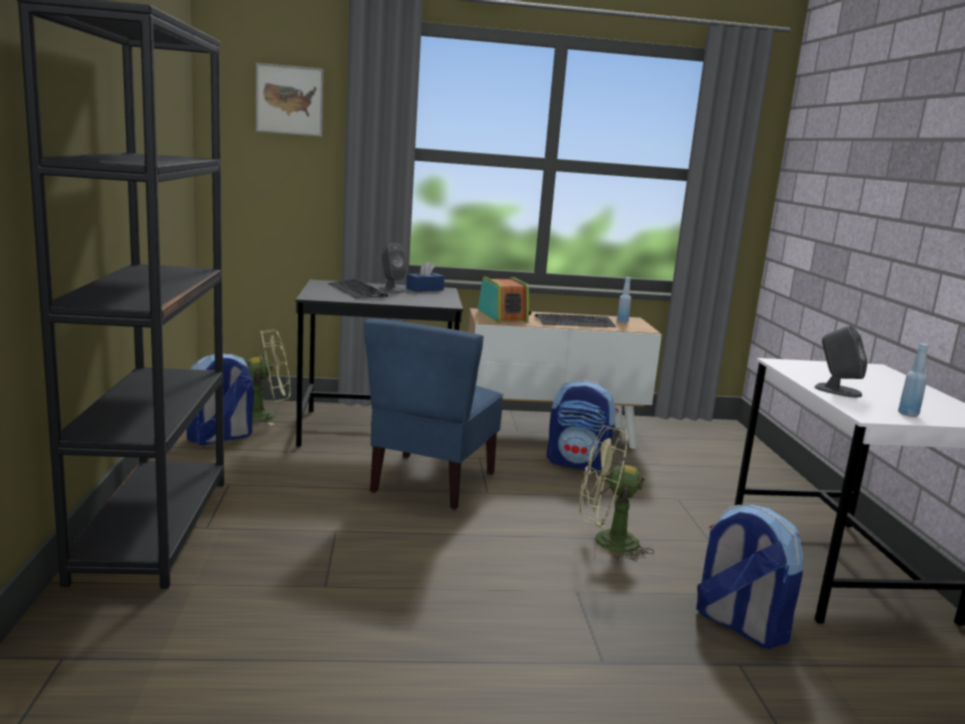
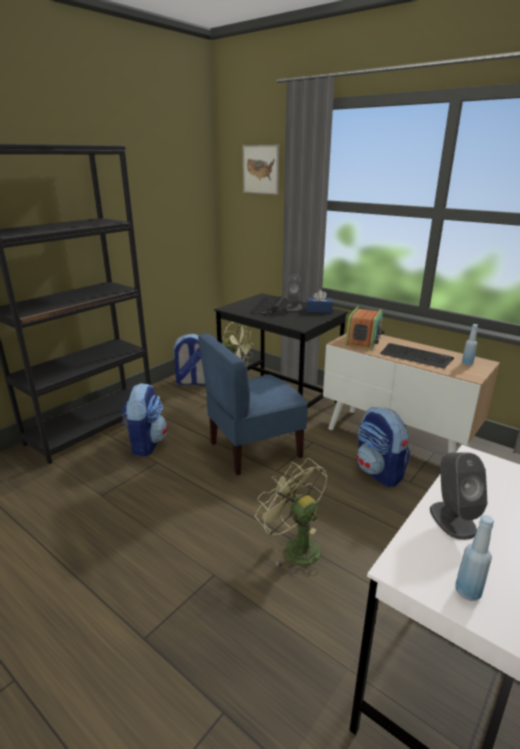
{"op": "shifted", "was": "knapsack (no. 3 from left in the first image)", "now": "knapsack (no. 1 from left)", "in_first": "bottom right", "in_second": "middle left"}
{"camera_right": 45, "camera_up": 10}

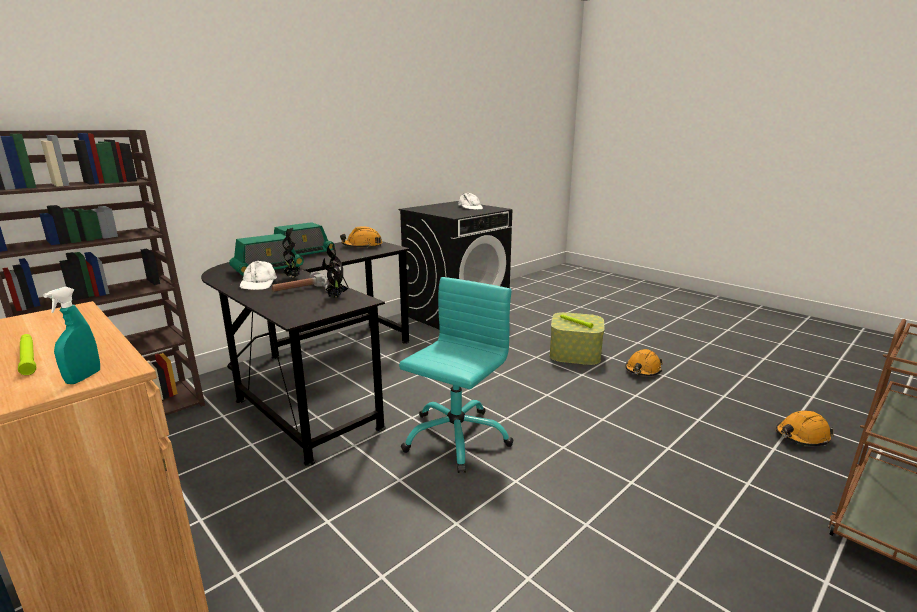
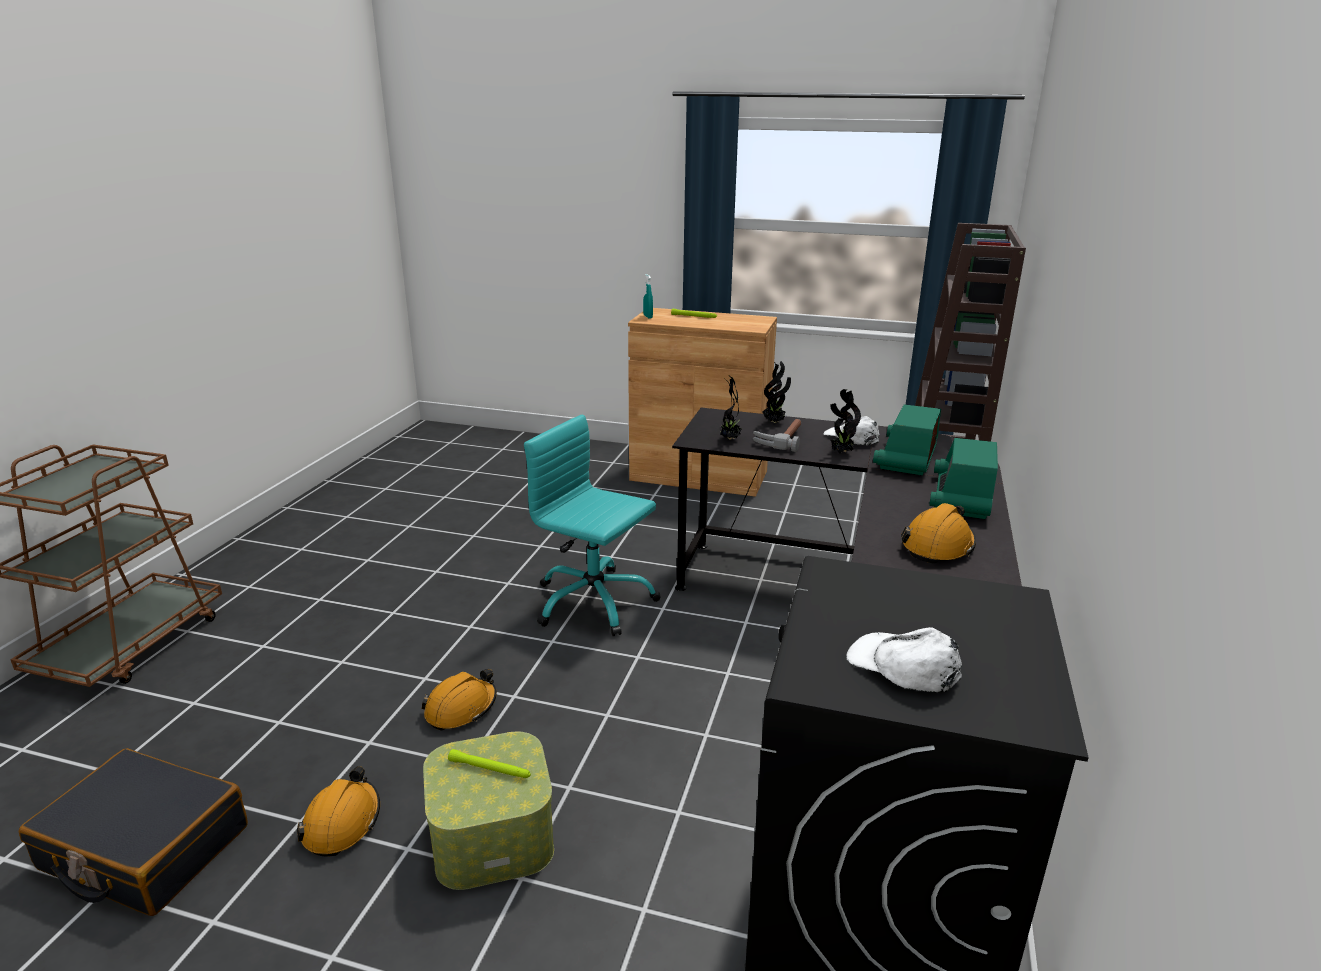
{"op": "new", "now": "blackish piece of luggage", "in_second": "bottom left"}
{"op": "shifted", "was": "orange-coloured work helmet (no. 3 from left in the first image)", "now": "orange-coloured work helmet (no. 2 from left)", "in_first": "bottom right", "in_second": "bottom centre"}
{"op": "rotated", "was": "turquoise-coloured office chair", "in_first": "centre", "in_second": "centre", "clockwise": 120}
{"op": "new", "now": "plant in a pot (no. 2 from left)", "in_second": "centre"}
{"camera_right": 150, "camera_up": 5}

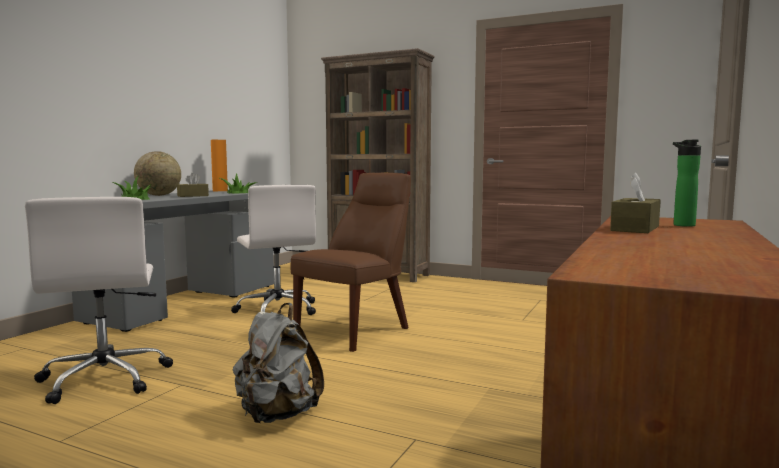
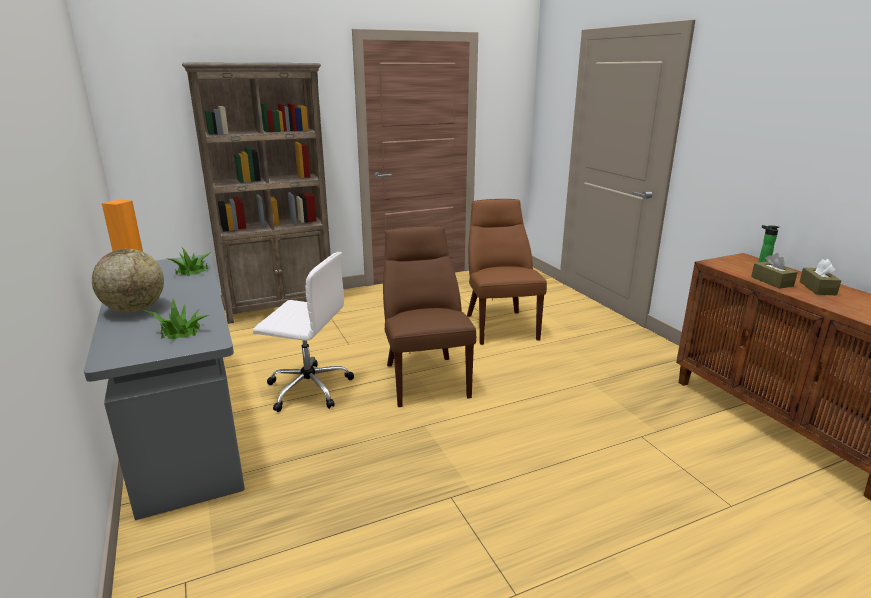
{"op": "new", "now": "brownish upright chair (no. 2 from left)", "in_second": "centre"}
{"op": "shifted", "was": "brownish tissue holder (no. 1 from left in the first image)", "now": "brownish tissue holder (no. 2 from left)", "in_first": "middle left", "in_second": "middle right"}
{"op": "gone", "was": "white-coloured office chair (no. 1 from left)", "in_first": "middle left"}
{"op": "gone", "was": "gray knapsack", "in_first": "bottom centre"}
{"camera_right": -50, "camera_up": 15}

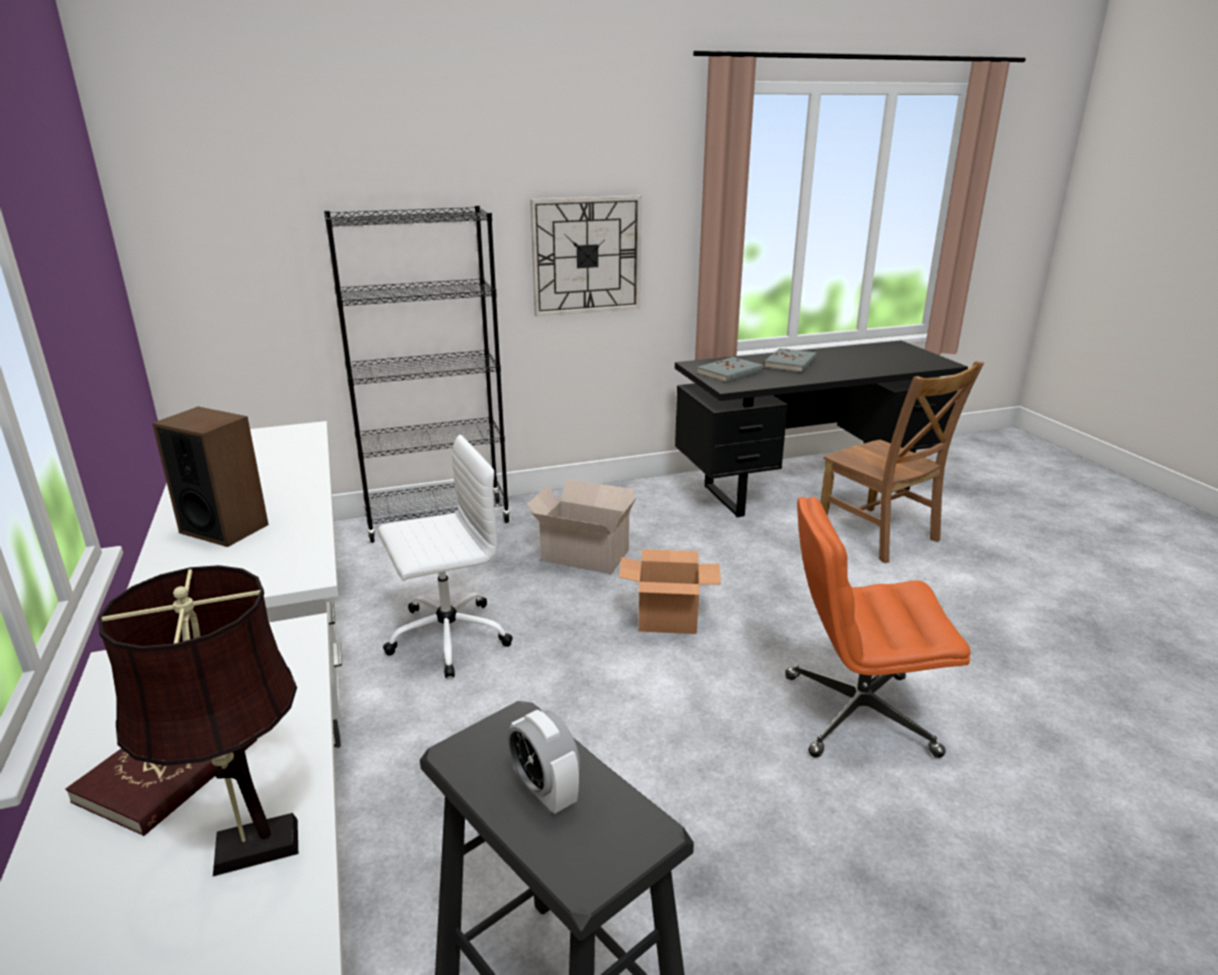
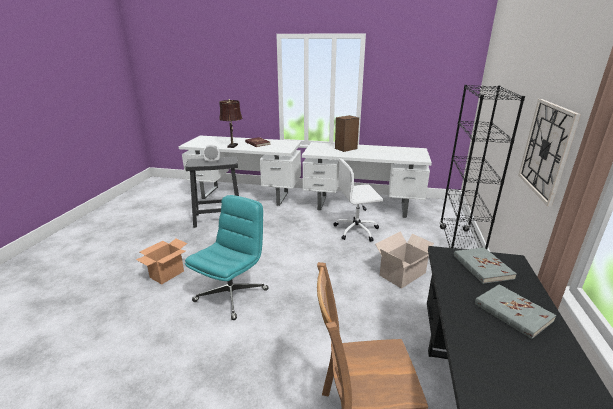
{"op": "shifted", "was": "packing box (no. 2 from left in the first image)", "now": "packing box (no. 1 from left)", "in_first": "centre", "in_second": "middle left"}
{"op": "repainted", "was": "orange-coloured office chair", "now": "turquoise-coloured office chair", "in_first": "middle right", "in_second": "centre"}
{"op": "rotated", "was": "white-coloured office chair", "in_first": "centre", "in_second": "centre", "clockwise": 75}
{"camera_right": 120, "camera_up": 0}

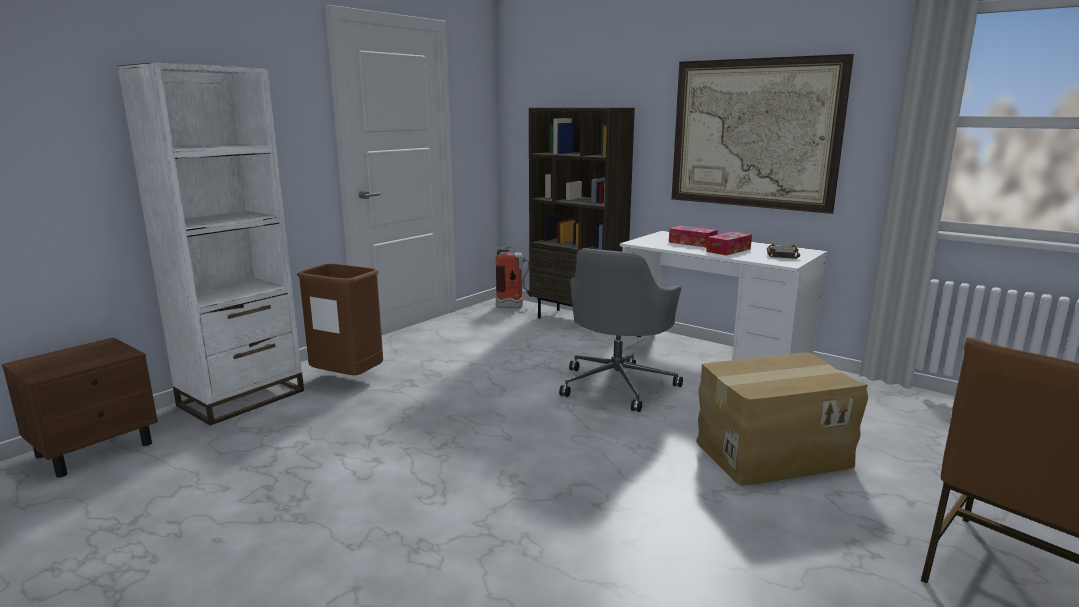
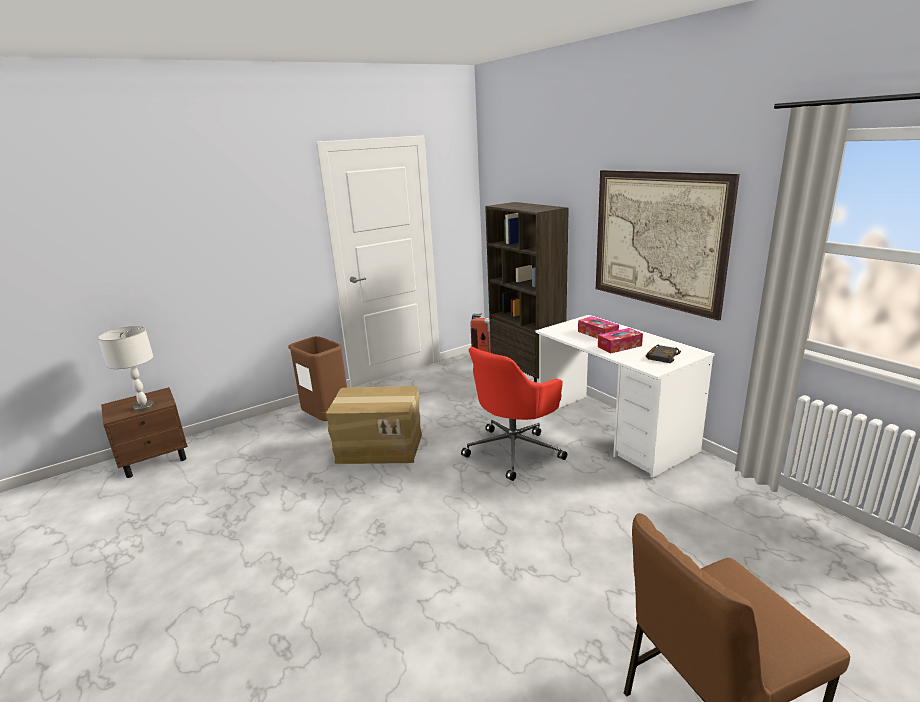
{"op": "new", "now": "gray lamp for a table", "in_second": "middle left"}
{"op": "shifted", "was": "packing box", "in_first": "bottom right", "in_second": "centre"}
{"op": "repainted", "was": "gray office chair", "now": "reddish office chair", "in_first": "centre", "in_second": "centre"}
{"op": "gone", "was": "white-coloured shelving unit", "in_first": "middle left"}
{"camera_right": 20, "camera_up": 5}

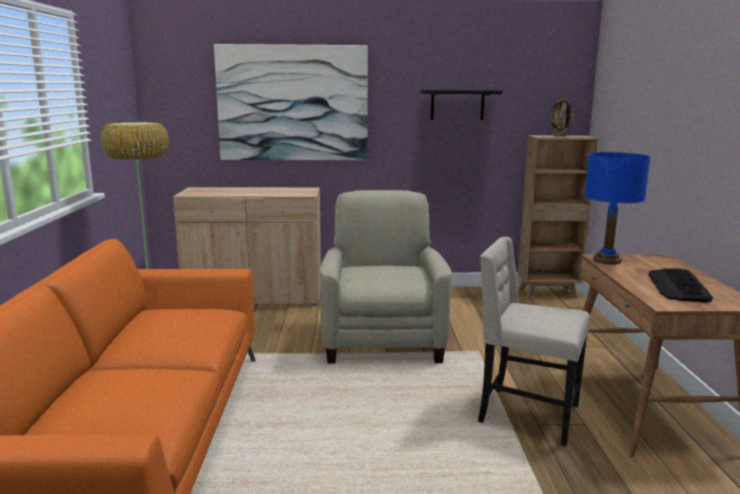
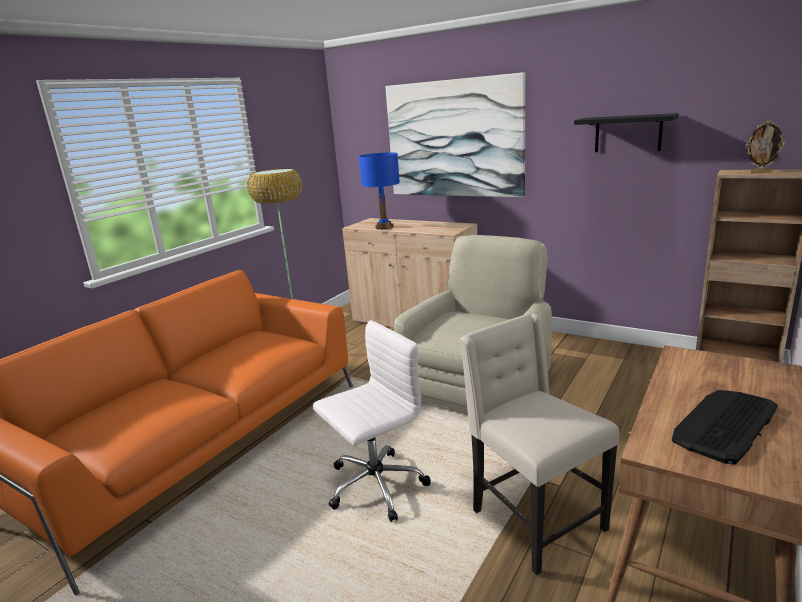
{"op": "new", "now": "white-coloured office chair", "in_second": "bottom centre"}
{"op": "shifted", "was": "blue lamp for a table", "in_first": "middle right", "in_second": "top centre"}
{"camera_right": 35, "camera_up": 5}

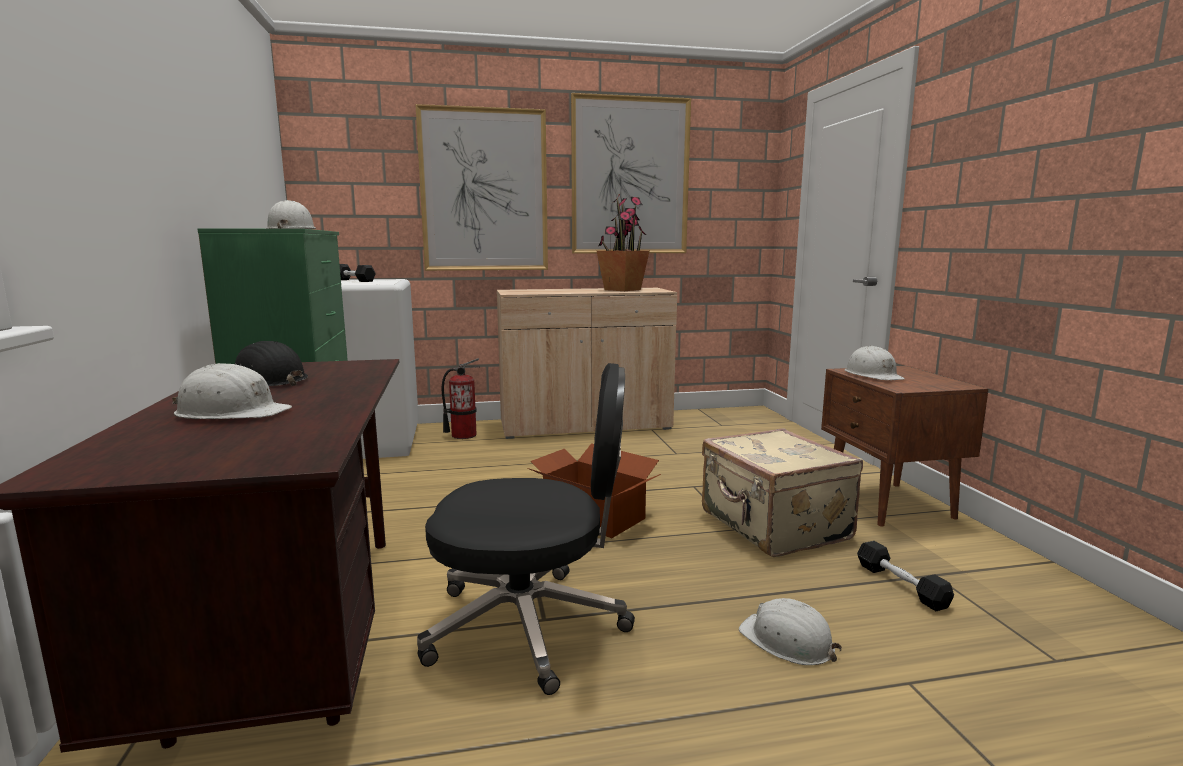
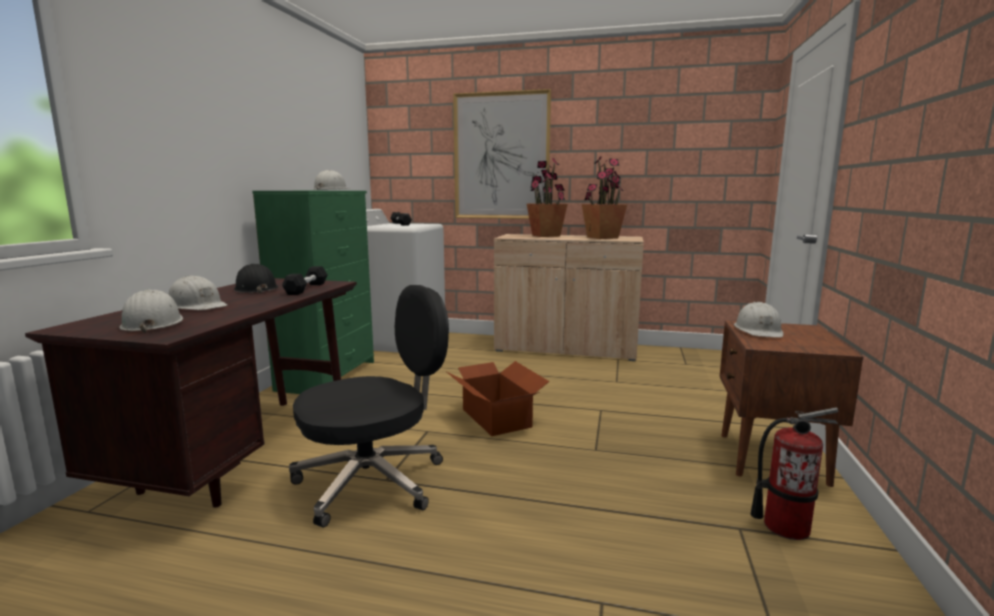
{"op": "shifted", "was": "white-coloured work helmet (no. 3 from left in the first image)", "now": "white-coloured work helmet (no. 1 from left)", "in_first": "bottom right", "in_second": "middle left"}
{"op": "shifted", "was": "blackish dumbbell (no. 2 from left in the first image)", "now": "blackish dumbbell (no. 1 from left)", "in_first": "bottom right", "in_second": "middle left"}
{"op": "rotated", "was": "blackish office chair", "in_first": "bottom centre", "in_second": "centre", "clockwise": -60}
{"op": "new", "now": "plant in a pot (no. 1 from left)", "in_second": "top centre"}
{"op": "shifted", "was": "fire-fighting cylinder", "in_first": "centre", "in_second": "bottom right"}
{"op": "gone", "was": "wall art (no. 2 from left)", "in_first": "top centre"}
{"op": "gone", "was": "sand-coloured piece of luggage", "in_first": "centre"}
{"camera_right": 25, "camera_up": 0}

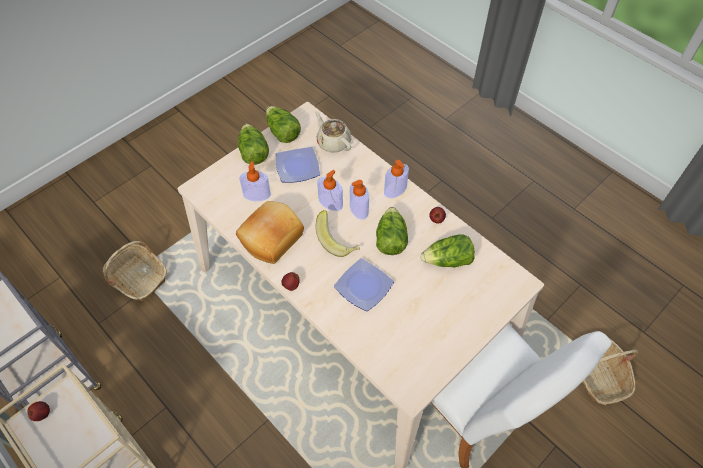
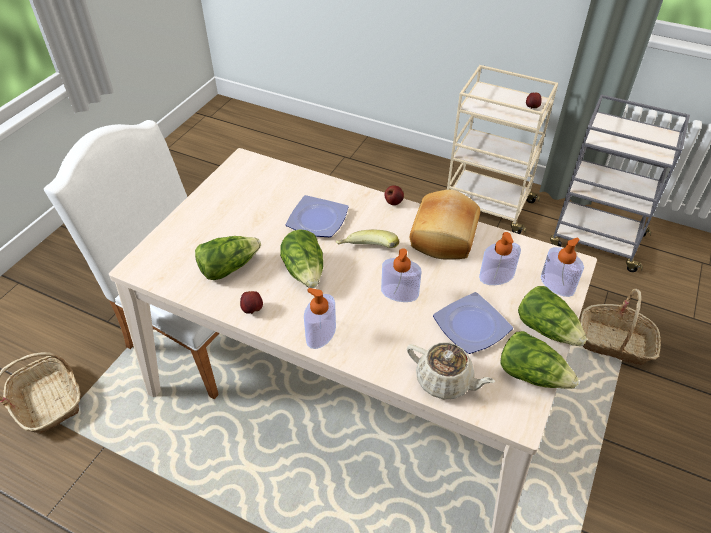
{"op": "shifted", "was": "liquid soap bottle (no. 3 from left in the first image)", "now": "liquid soap bottle (no. 4 from left)", "in_first": "centre", "in_second": "middle right"}
{"camera_right": 160, "camera_up": -10}

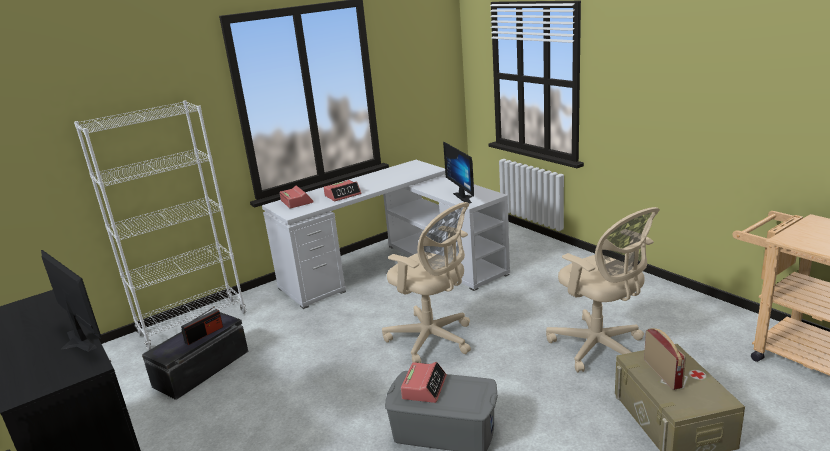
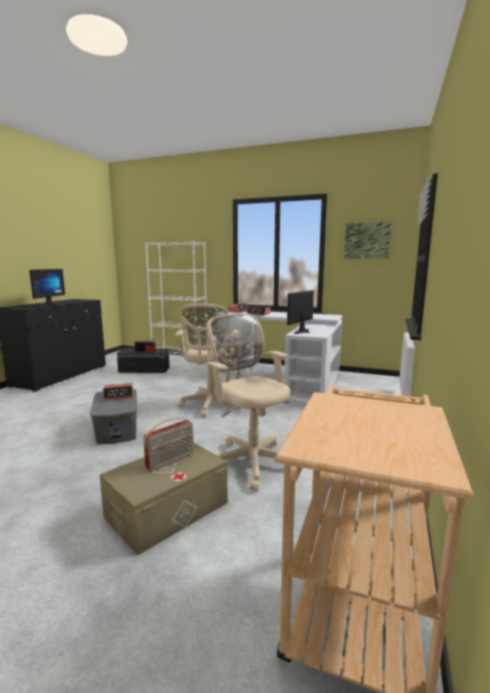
{"op": "rotated", "was": "sand-coloured office chair (no. 2 from left)", "in_first": "middle right", "in_second": "centre", "clockwise": 120}
{"op": "new", "now": "wall art", "in_second": "middle right"}
{"camera_right": 55, "camera_up": -10}

